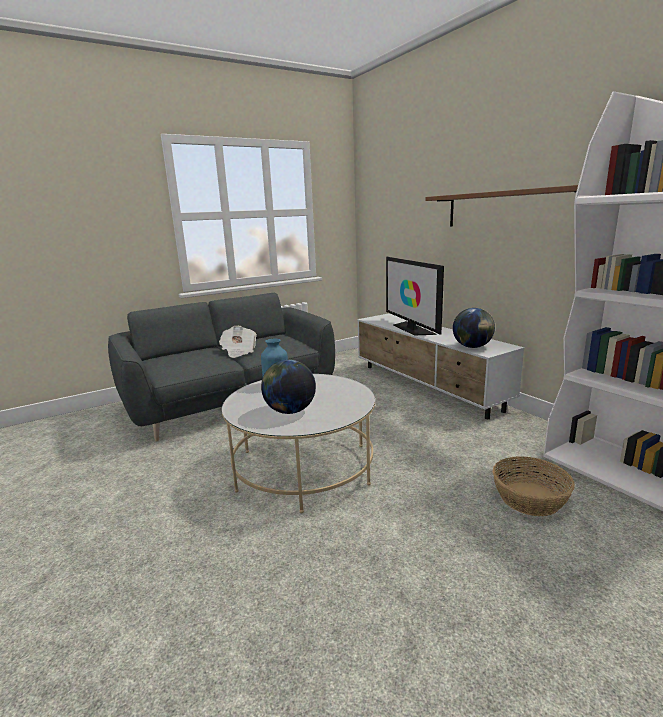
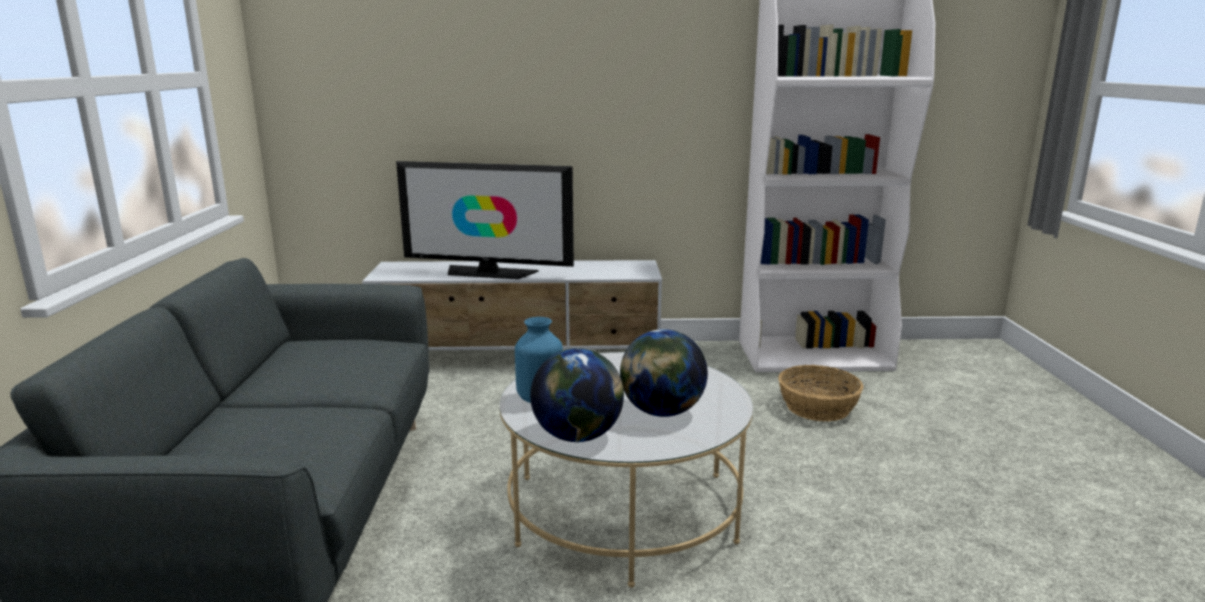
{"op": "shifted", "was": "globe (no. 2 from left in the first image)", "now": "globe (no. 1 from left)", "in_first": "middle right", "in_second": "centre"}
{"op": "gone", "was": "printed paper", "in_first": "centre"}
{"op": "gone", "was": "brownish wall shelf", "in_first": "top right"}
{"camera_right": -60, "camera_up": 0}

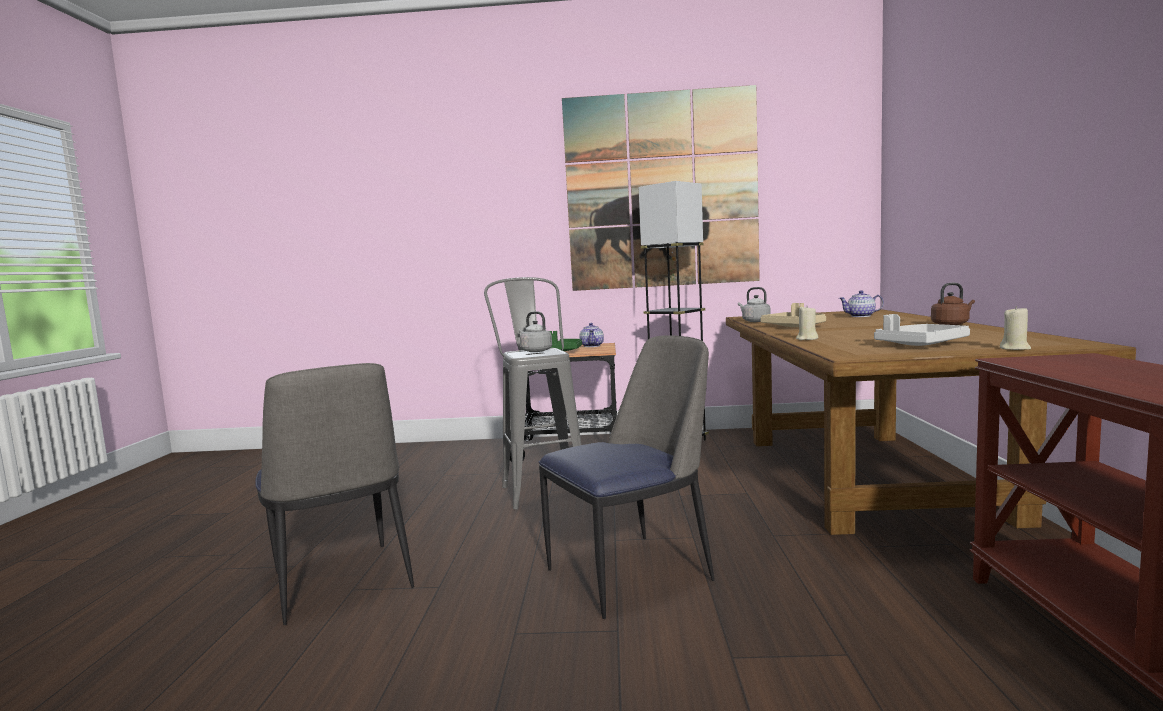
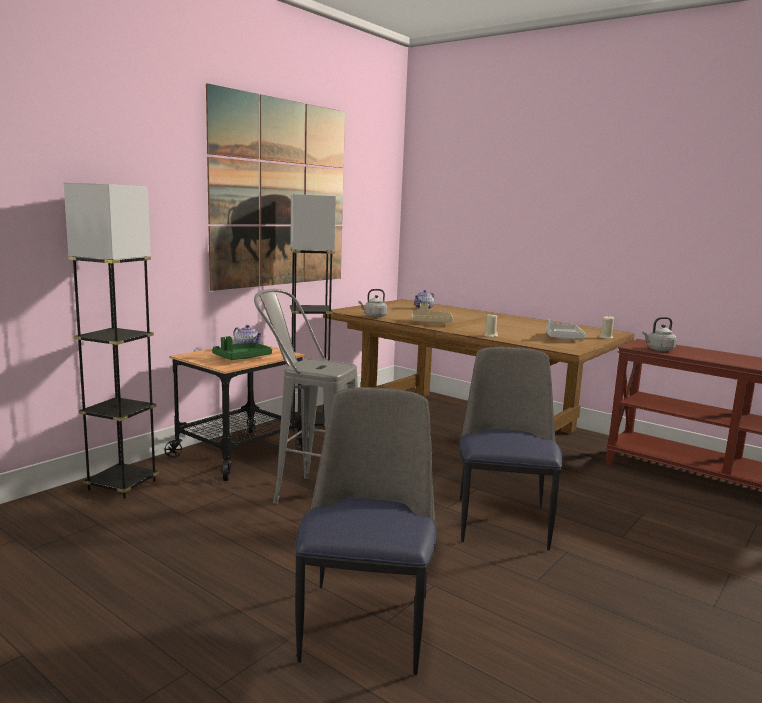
{"op": "new", "now": "gray floor lamp (no. 1 from left)", "in_second": "middle left"}
{"op": "rotated", "was": "upright chair (no. 1 from left)", "in_first": "bottom left", "in_second": "bottom centre", "clockwise": -90}
{"op": "shifted", "was": "gray kettle (no. 1 from left in the first image)", "now": "gray kettle (no. 2 from left)", "in_first": "centre", "in_second": "middle right"}
{"op": "gone", "was": "brownish kettle", "in_first": "middle right"}
{"camera_right": -55, "camera_up": 5}

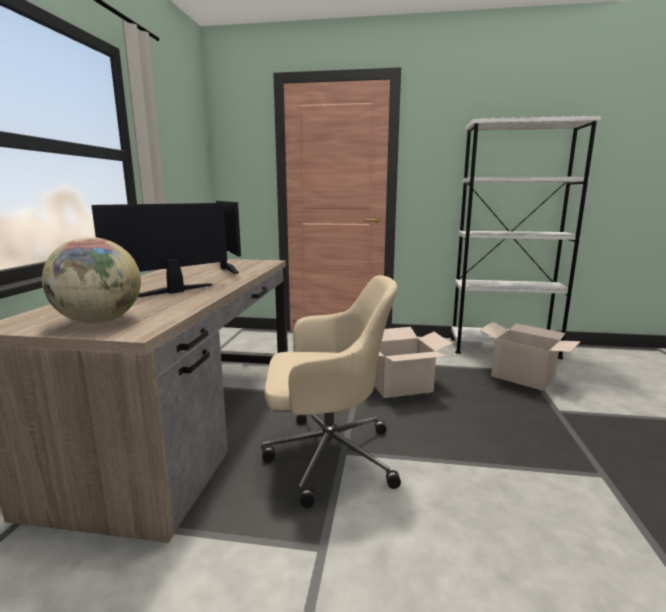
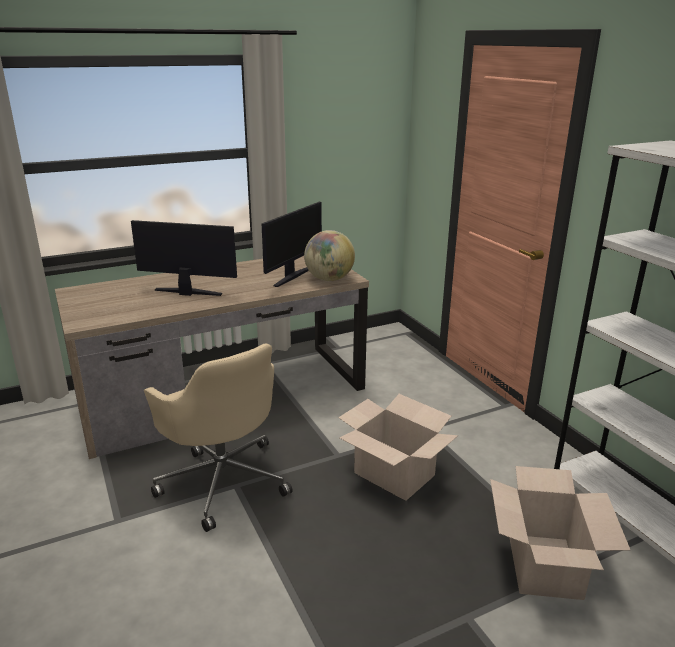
{"op": "shifted", "was": "globe", "in_first": "middle left", "in_second": "centre"}
{"camera_right": 55, "camera_up": 10}

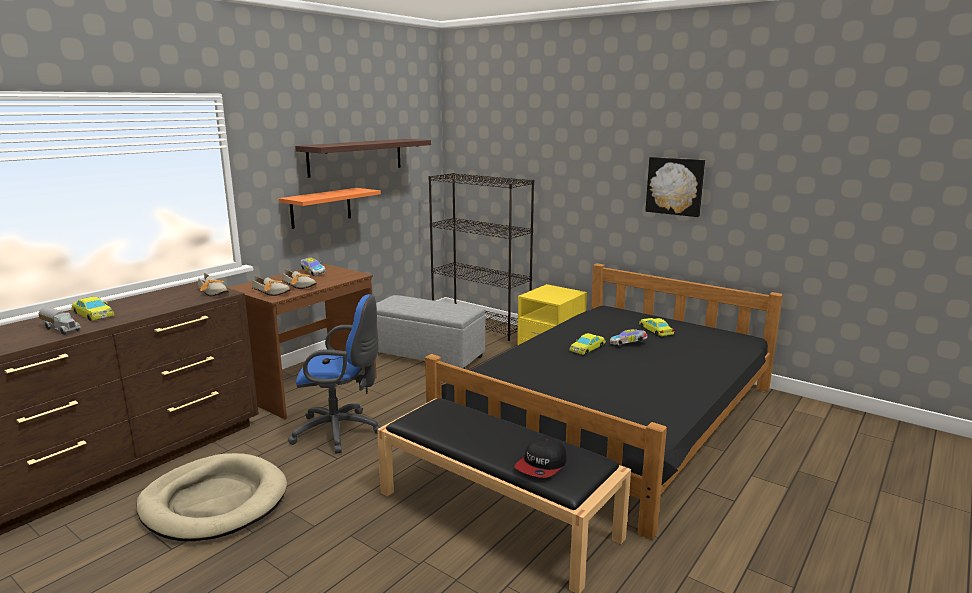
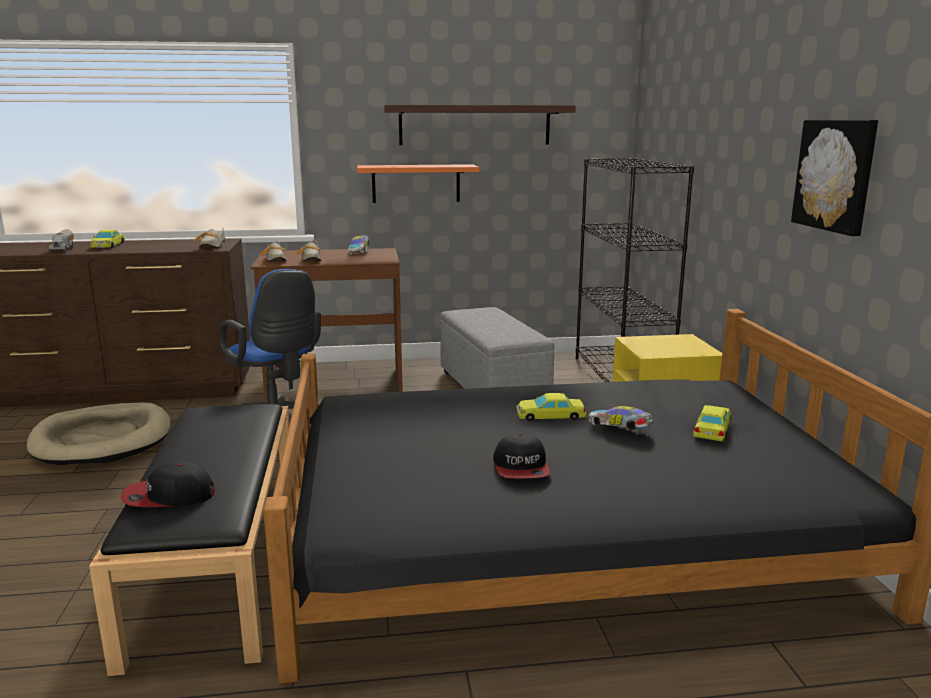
{"op": "new", "now": "cap (no. 2 from left)", "in_second": "centre"}
{"camera_right": 45, "camera_up": 0}

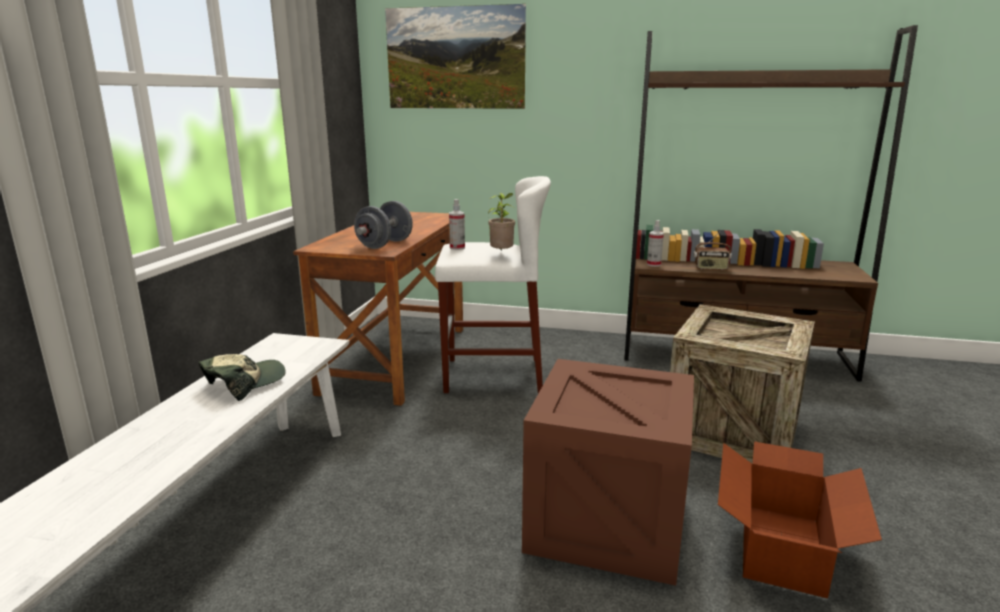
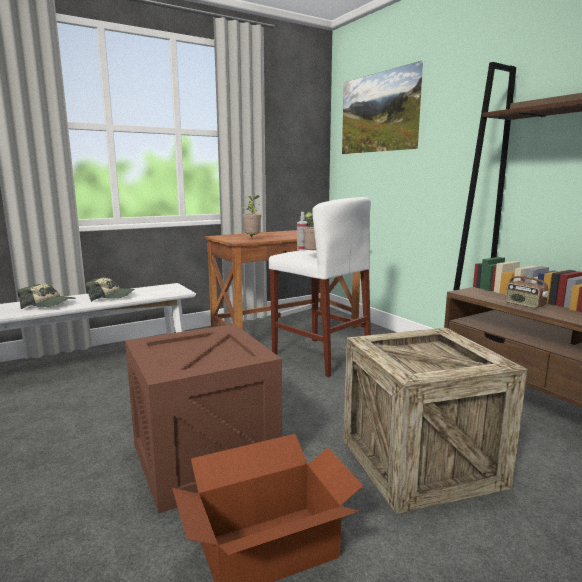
{"op": "new", "now": "cap (no. 1 from left)", "in_second": "middle left"}
{"op": "swapped", "was": "gray dumbbell", "now": "plant in a pot (no. 1 from left)", "in_first": "centre", "in_second": "centre"}
{"op": "gone", "was": "hand sprayer (no. 2 from left)", "in_first": "centre"}
{"camera_right": 45, "camera_up": -5}

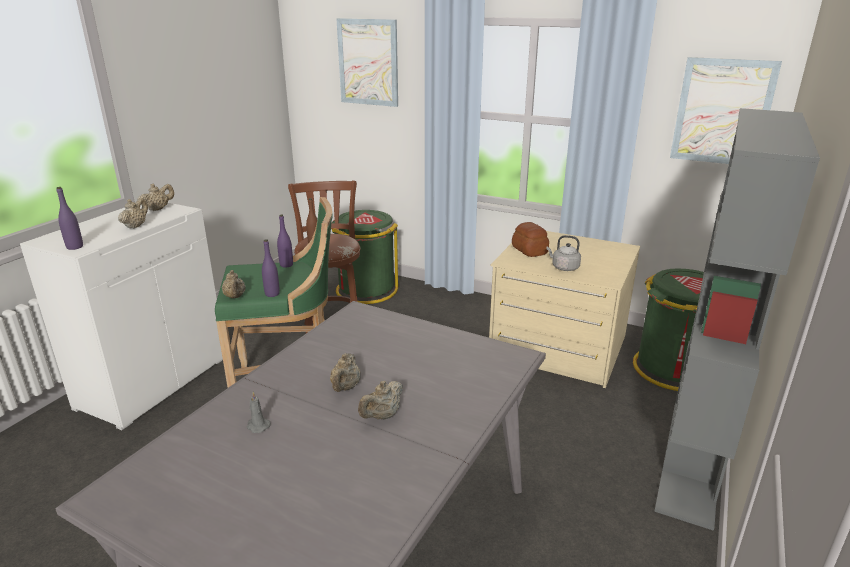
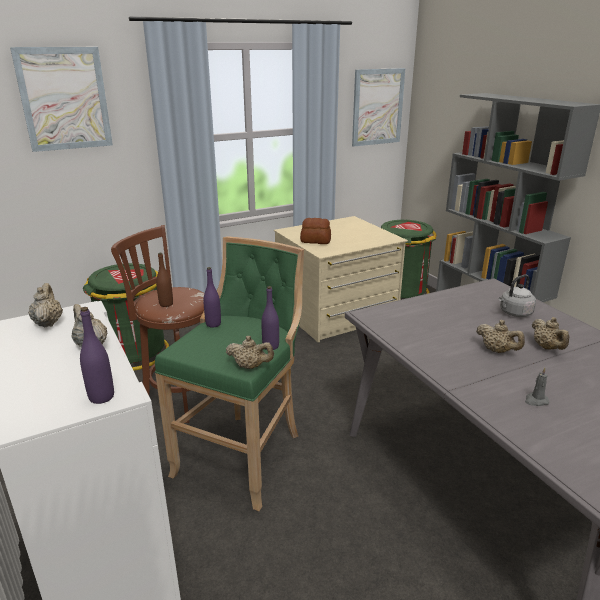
{"op": "shifted", "was": "gray kettle", "in_first": "centre", "in_second": "middle right"}
{"camera_right": -55, "camera_up": 0}

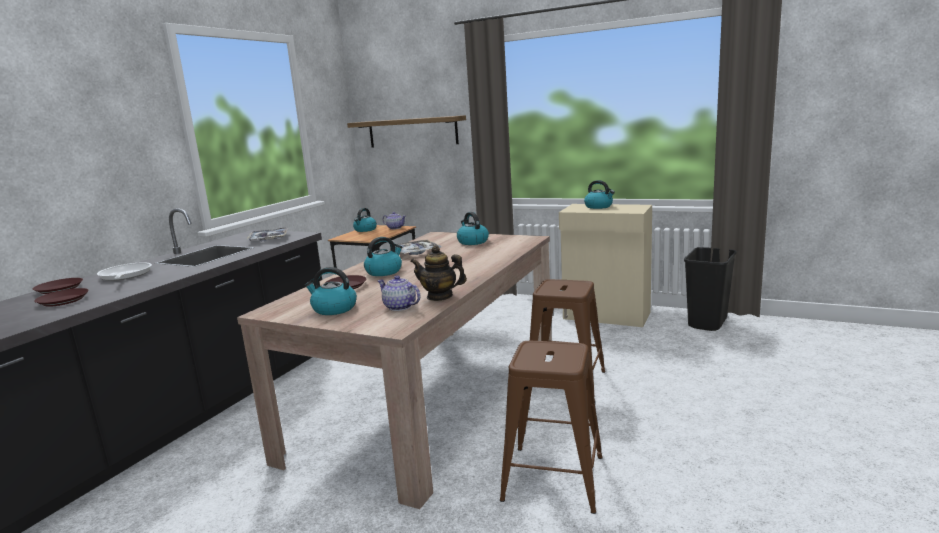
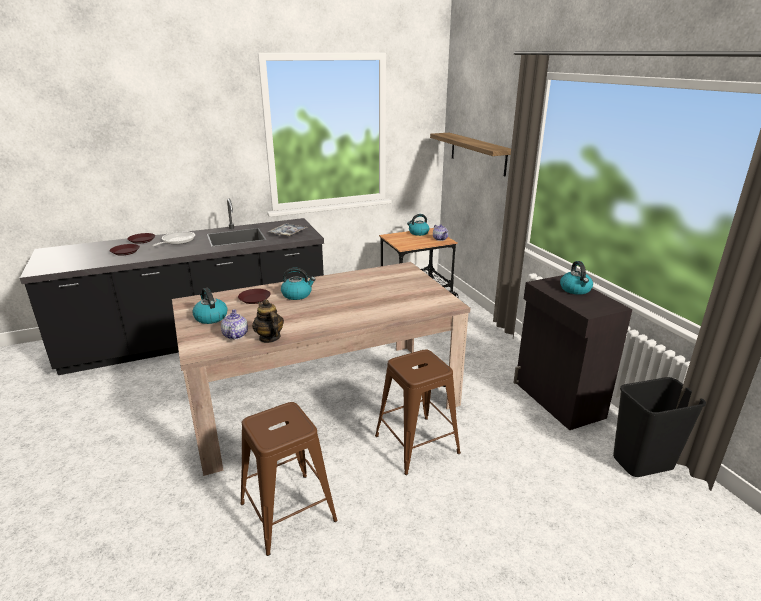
{"op": "repainted", "was": "sand-coloured cupboard", "now": "blackish cupboard", "in_first": "centre", "in_second": "middle right"}
{"op": "gone", "was": "serving tray (no. 2 from left)", "in_first": "centre"}
{"op": "gone", "was": "kettle (no. 4 from left)", "in_first": "centre"}
{"camera_right": 40, "camera_up": 10}

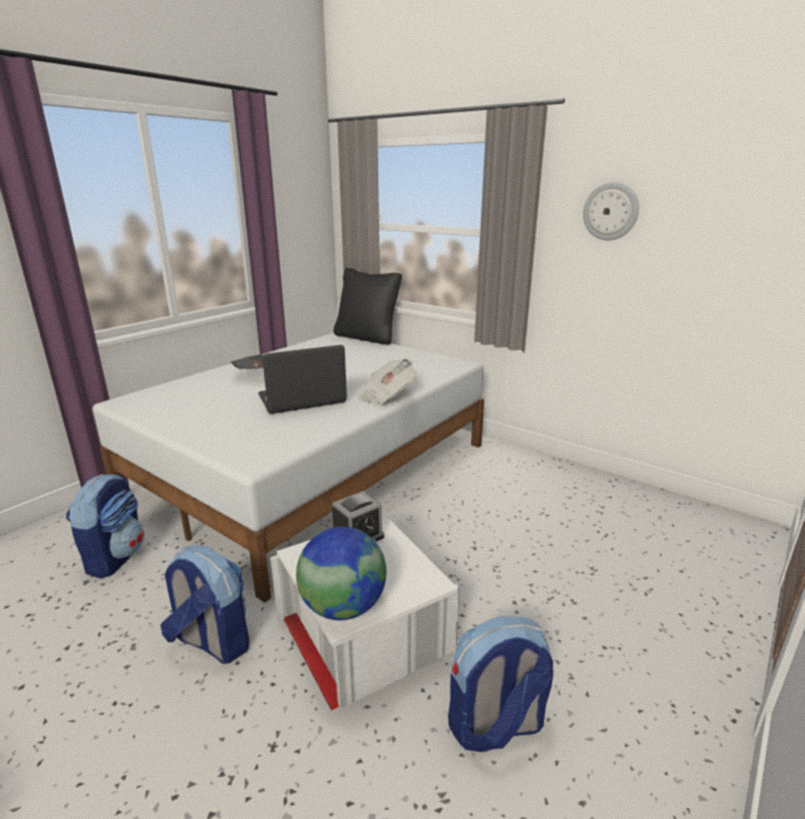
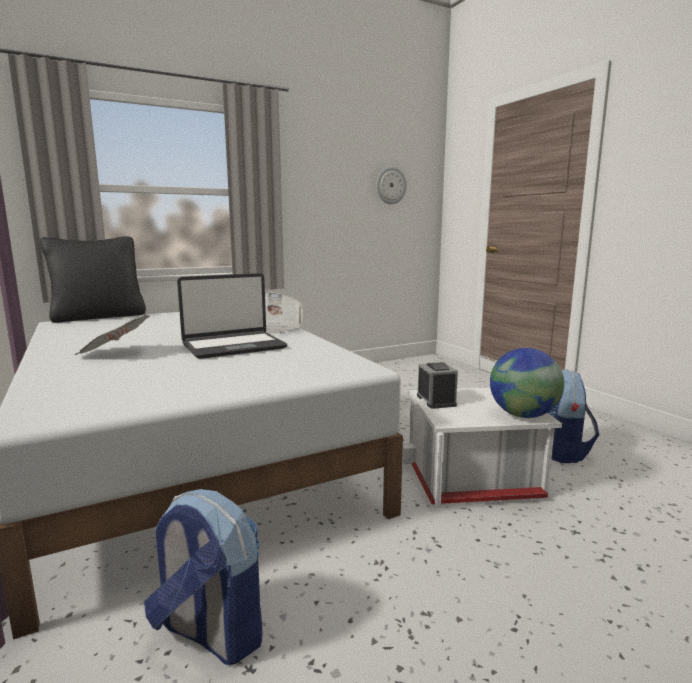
{"op": "rotated", "was": "portable computer", "in_first": "centre", "in_second": "centre", "clockwise": -120}
{"op": "shifted", "was": "wall clock", "in_first": "top right", "in_second": "top centre"}
{"op": "gone", "was": "knapsack (no. 2 from left)", "in_first": "bottom left"}
{"camera_right": -65, "camera_up": -10}

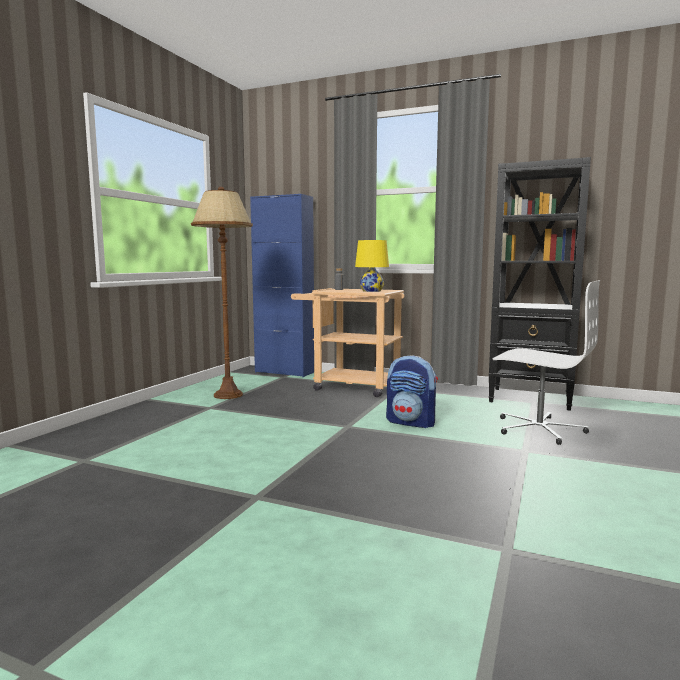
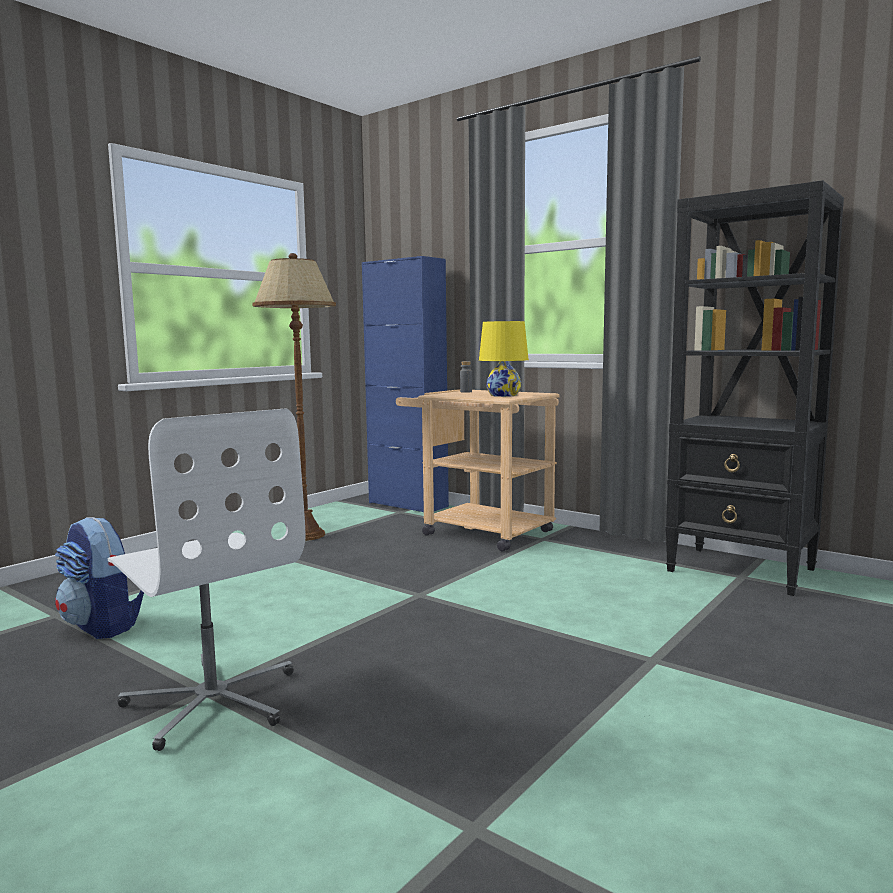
{"op": "shifted", "was": "knapsack", "in_first": "centre", "in_second": "middle left"}
{"op": "shifted", "was": "white-coloured office chair", "in_first": "middle right", "in_second": "middle left"}
{"camera_right": 15, "camera_up": 0}

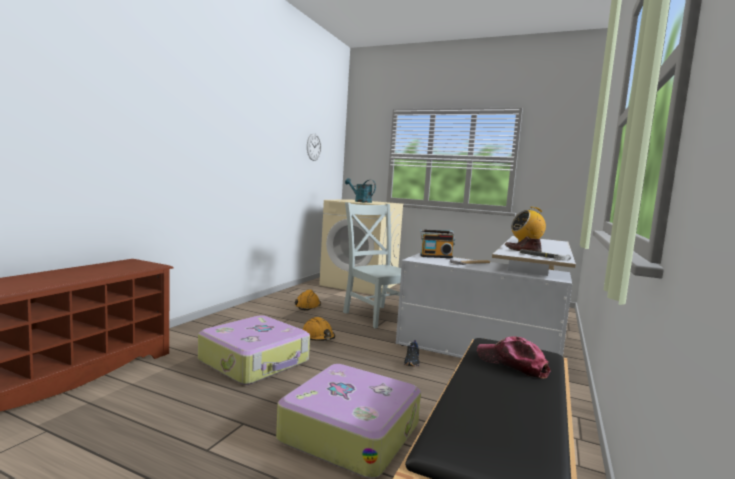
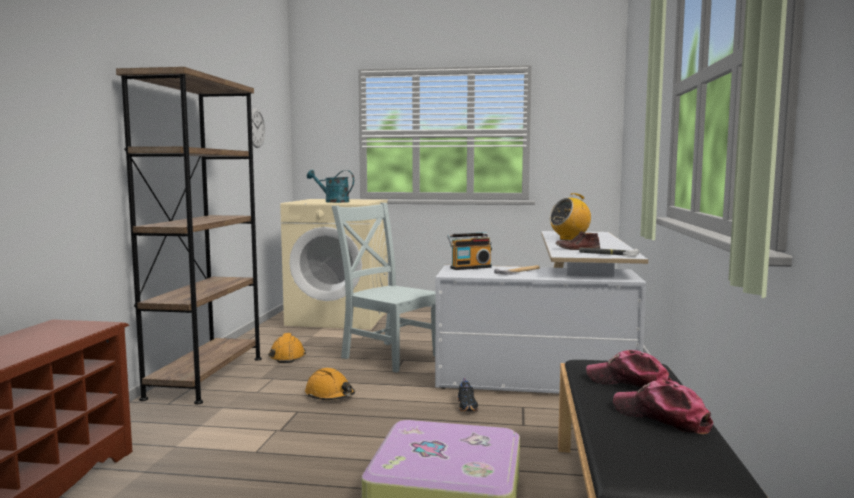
{"op": "new", "now": "brownish shelving unit", "in_second": "middle left"}
{"op": "new", "now": "cap (no. 2 from left)", "in_second": "bottom right"}
{"op": "gone", "was": "piece of luggage (no. 1 from left)", "in_first": "bottom centre"}
{"camera_right": -15, "camera_up": 0}

